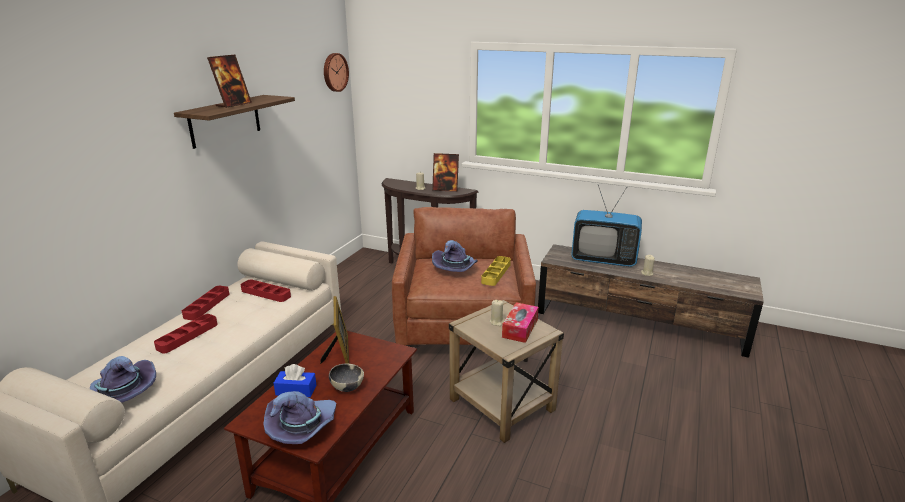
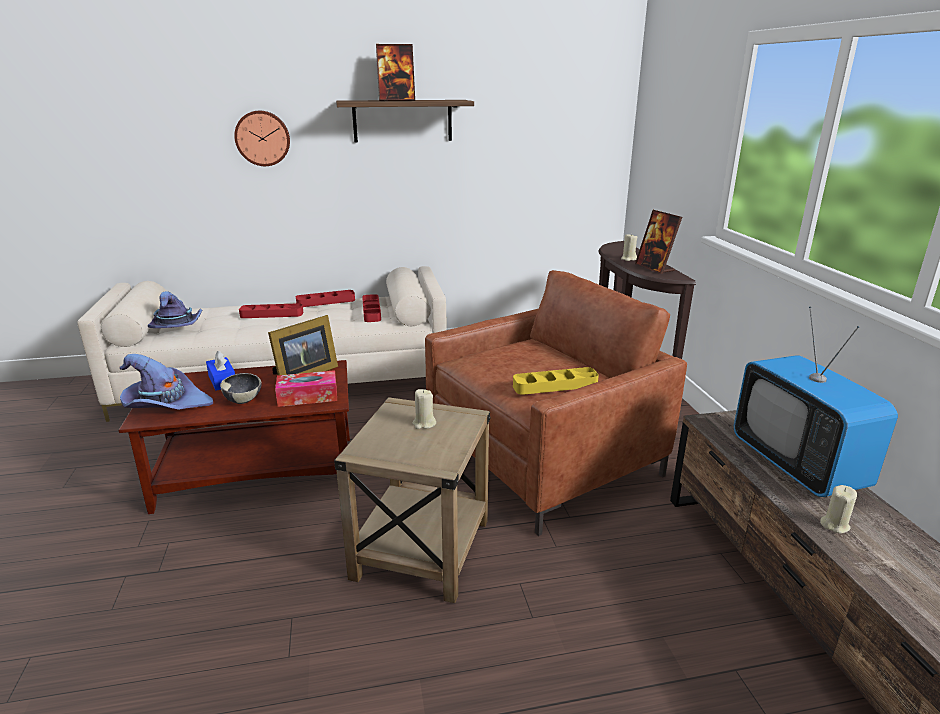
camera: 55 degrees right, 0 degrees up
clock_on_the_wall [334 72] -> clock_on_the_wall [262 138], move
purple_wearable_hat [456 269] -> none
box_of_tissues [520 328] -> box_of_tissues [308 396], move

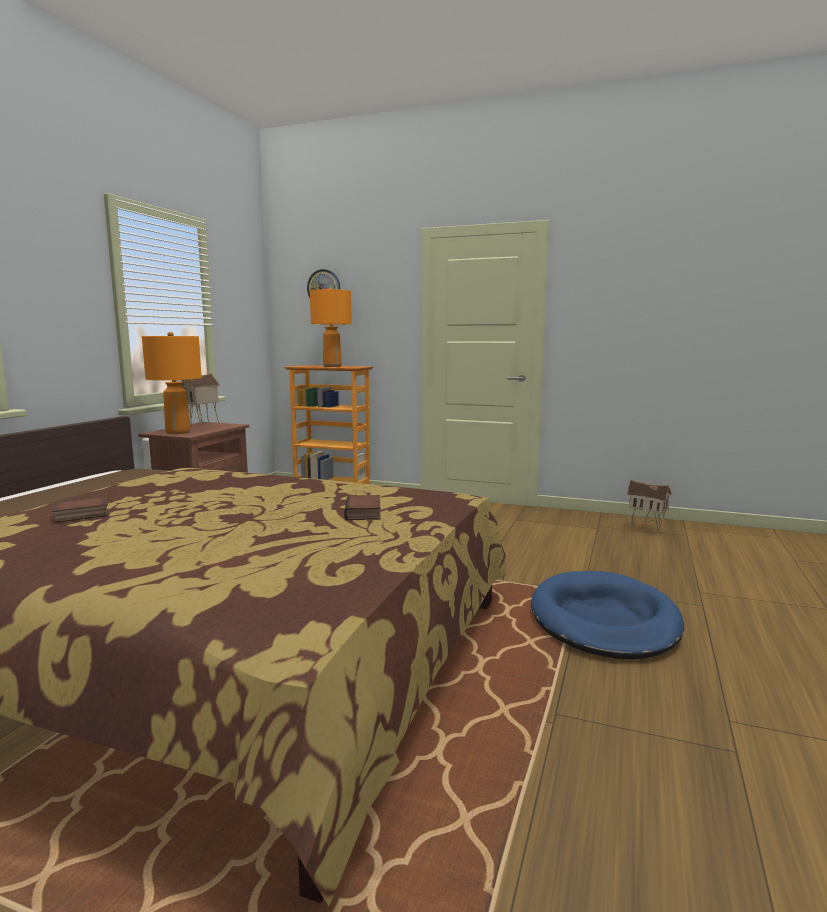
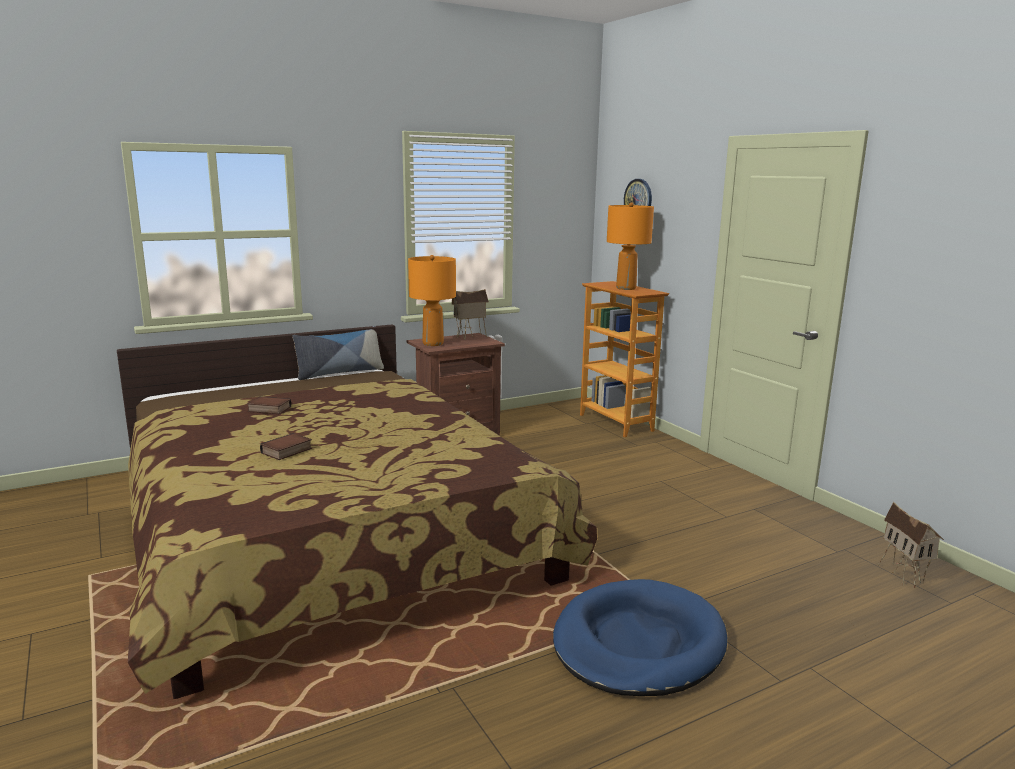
camera: 40 degrees right, 5 degrees up
volume [364 513] -> volume [287 451], move
none -> pillow [339 373]

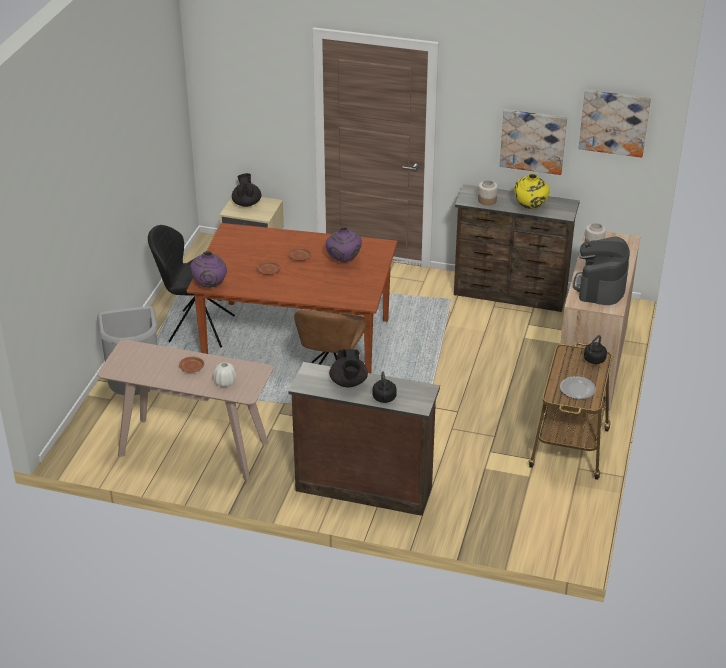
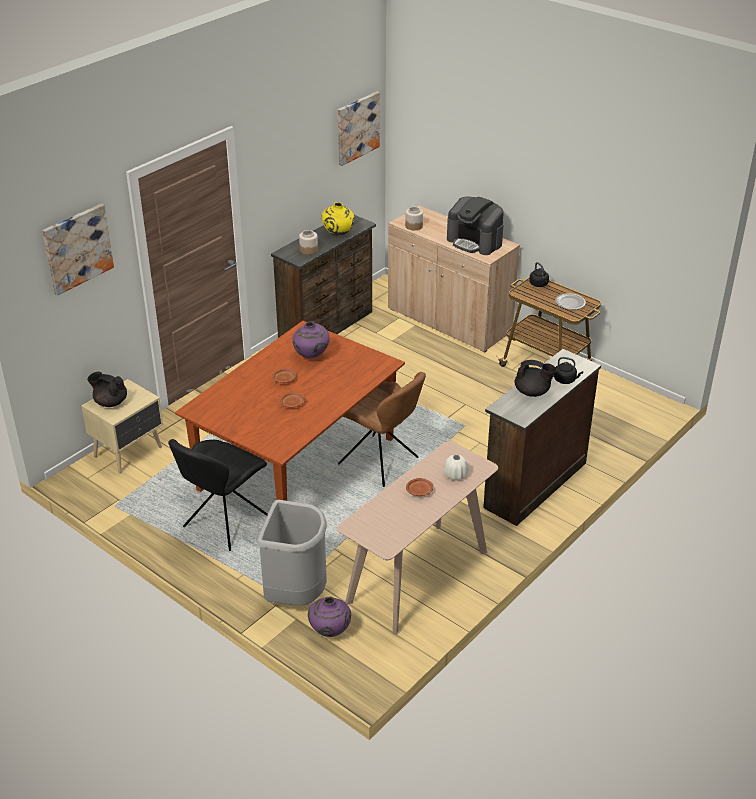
camera: 65 degrees left, 0 degrees up
purple_decorative_vase [209 285] -> purple_decorative_vase [329 632], move
wall_art [533 141] -> wall_art [77 248], move

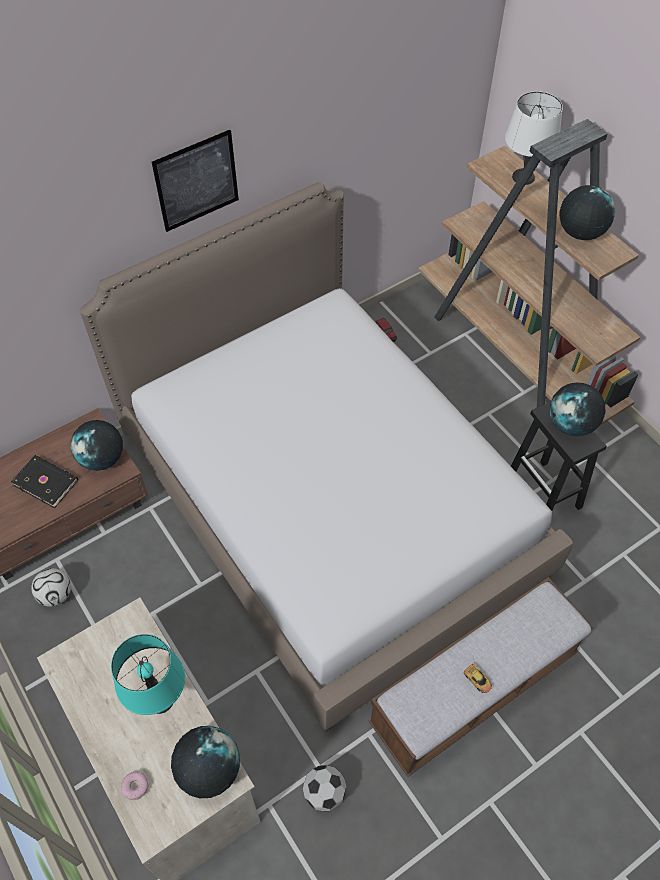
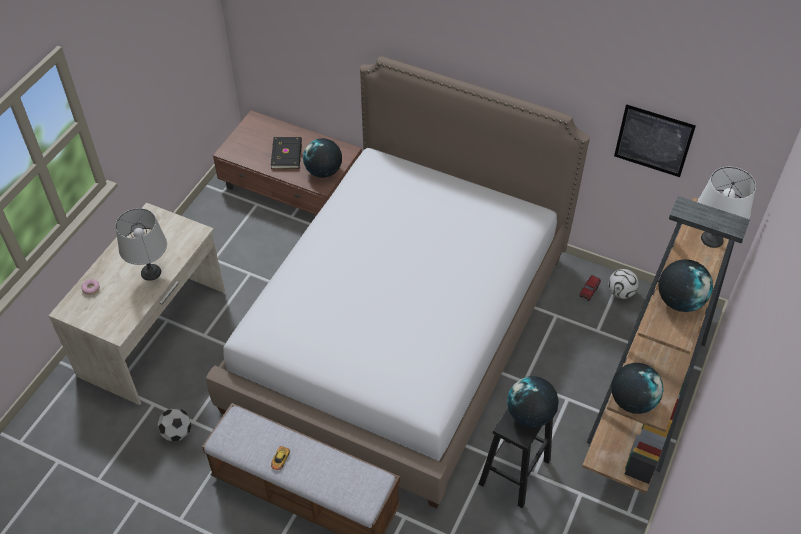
camera: 60 degrees right, 5 degrees down
ball_for_football [56 594] -> ball_for_football [621 292], move
blue-green_table_lamp [160 699] -> grey_table_lamp [150 273]
wall_art [196 181] -> wall_art [653 140], move
world_globe [209 770] -> world_globe [632 401], move

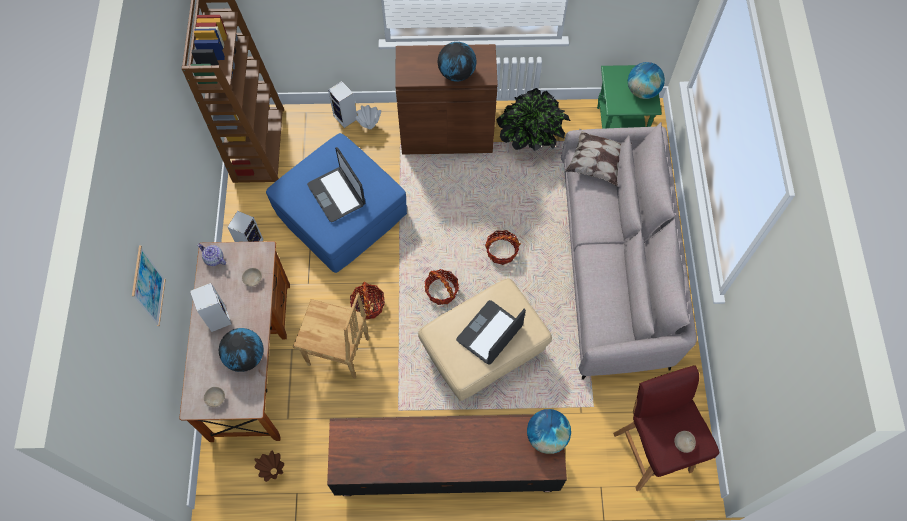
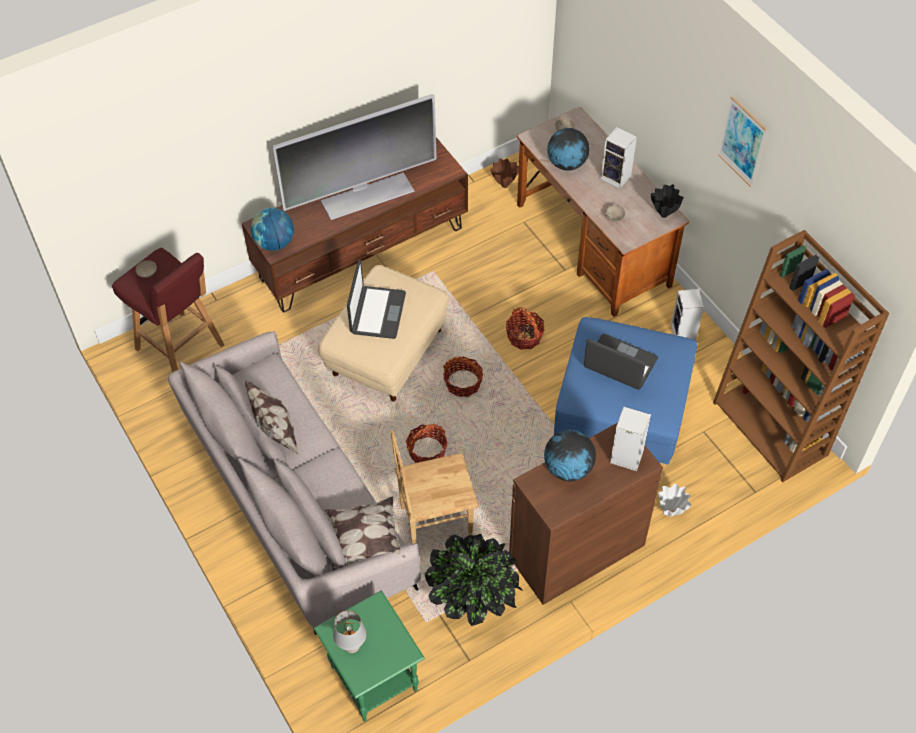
camera: 150 degrees right, 10 degrees down
wall_art [148 287] -> wall_art [742 142], move
pot_for_tea [214 259] -> black-coloured_decorative_vase [663 215]
brownish_plain_chair [338 353] -> brownish_plain_chair [435 522], move
speaker [346 118] -> speaker [625 457], move
world_globe [642 91] -> grey_table_lamp [352 646]
none -> pillow [276 434]
none -> television [366 195]

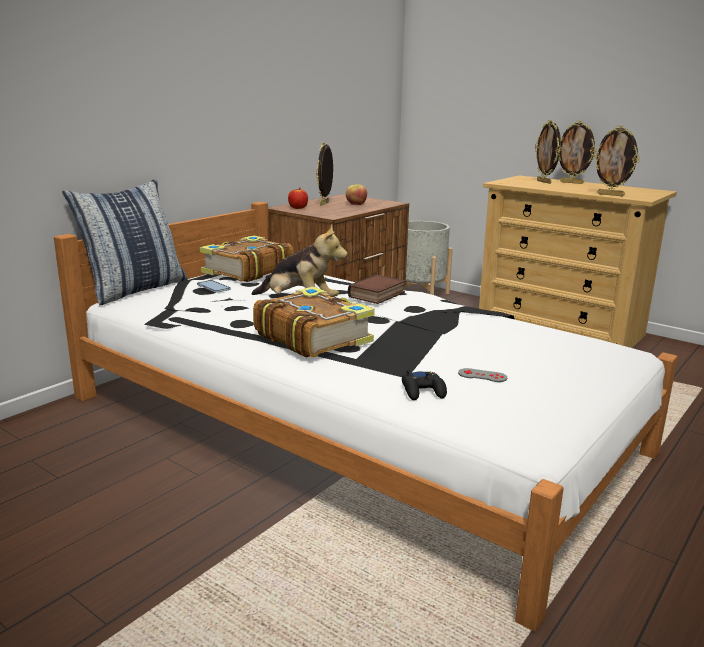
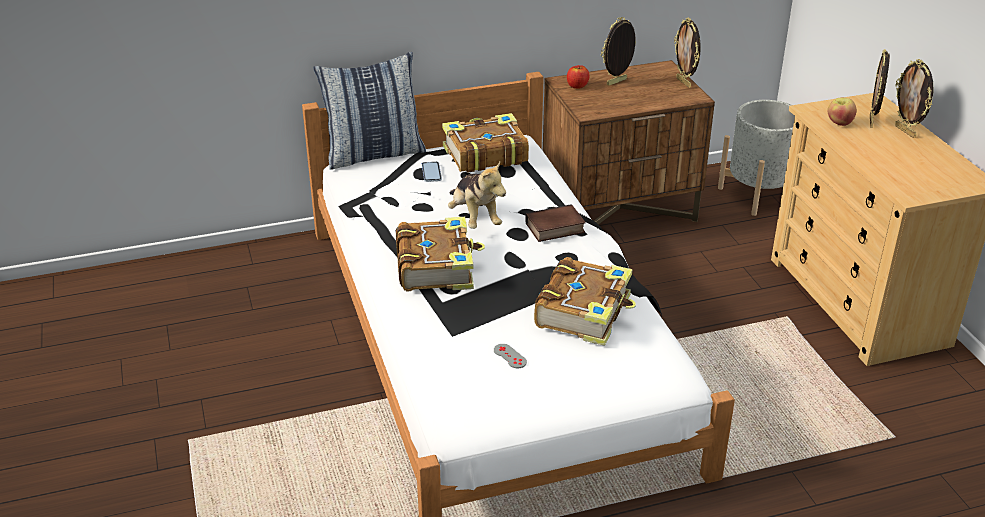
camera: 35 degrees right, 15 degrees up
apple [356 204] -> apple [839 123], move
black-coloured_gamepad [423 391] -> none
standing_frame [611 195] -> standing_frame [684 82], move
none -> volume [585 312]

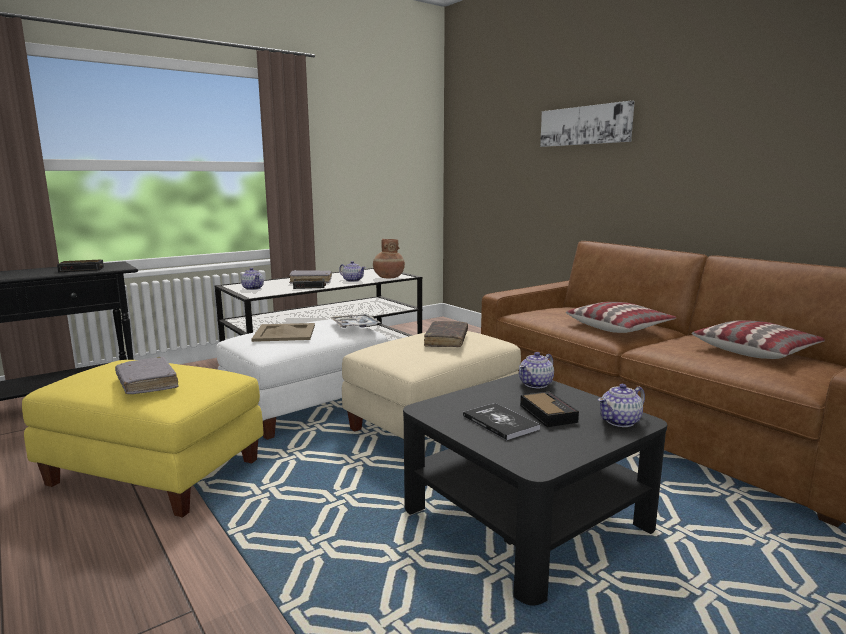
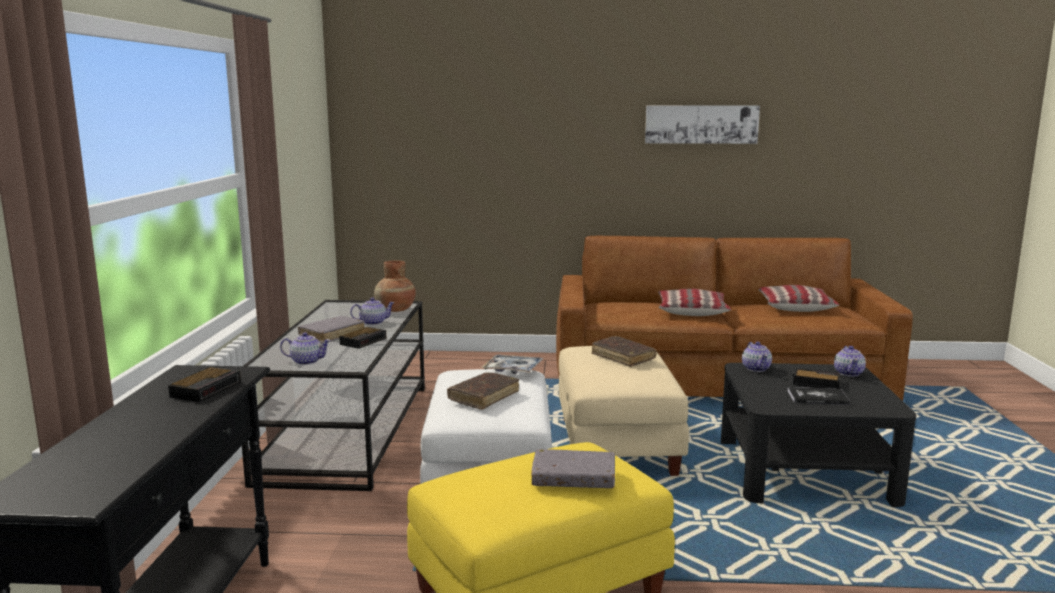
camera: 50 degrees left, 0 degrees up
beige_carrying_tray [284 333] -> brownish_volume [484 397]
wall_art [585 125] -> wall_art [701 124], move

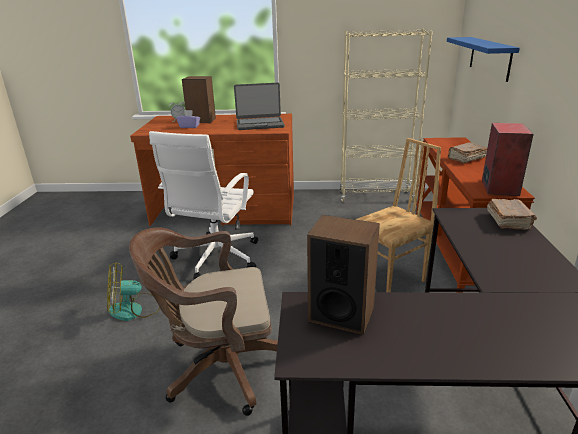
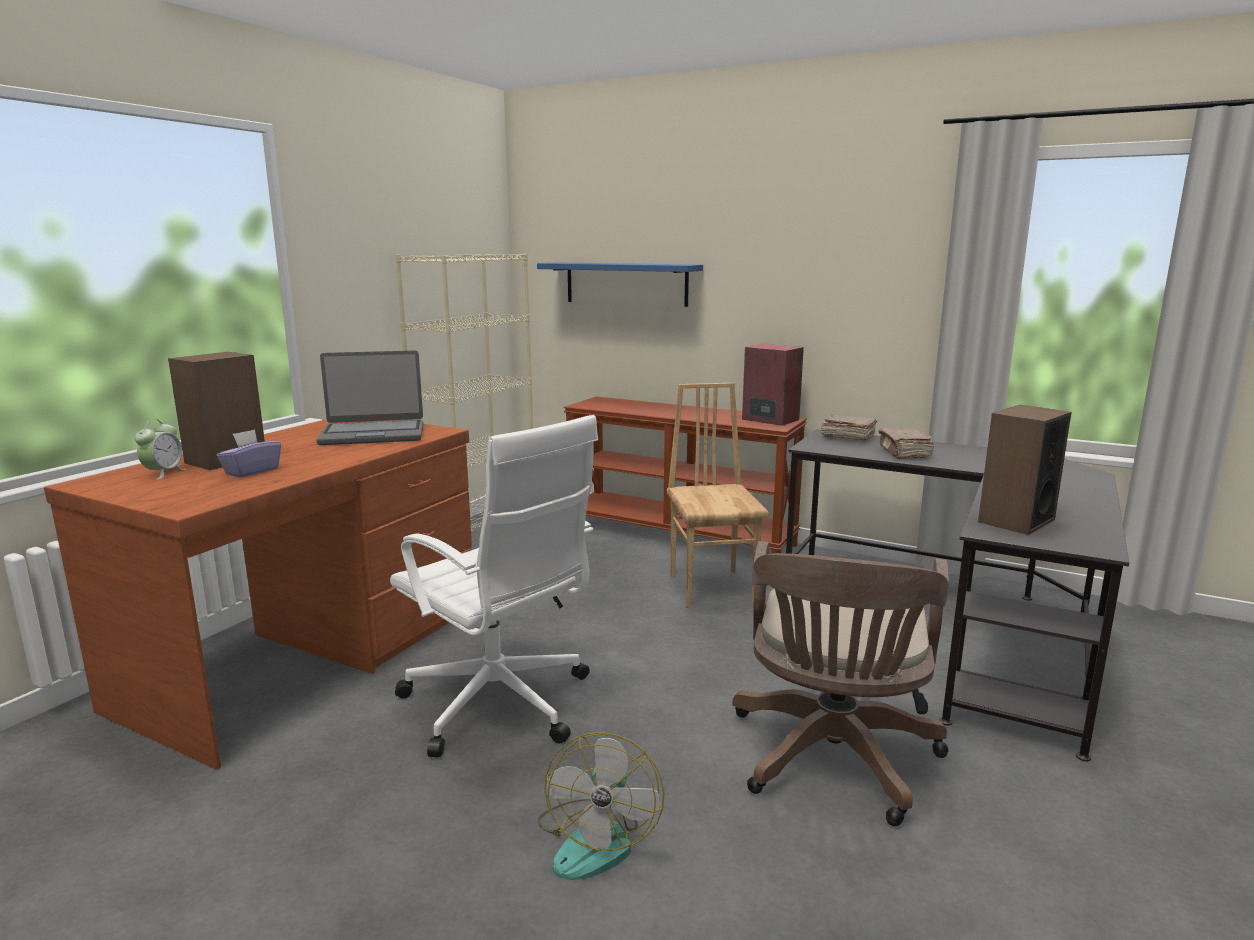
camera: 65 degrees left, 10 degrees down
laptop [260 124] -> laptop [373 434], 60 degrees clockwise
brownish_volume [466 158] -> brownish_volume [904 453], move

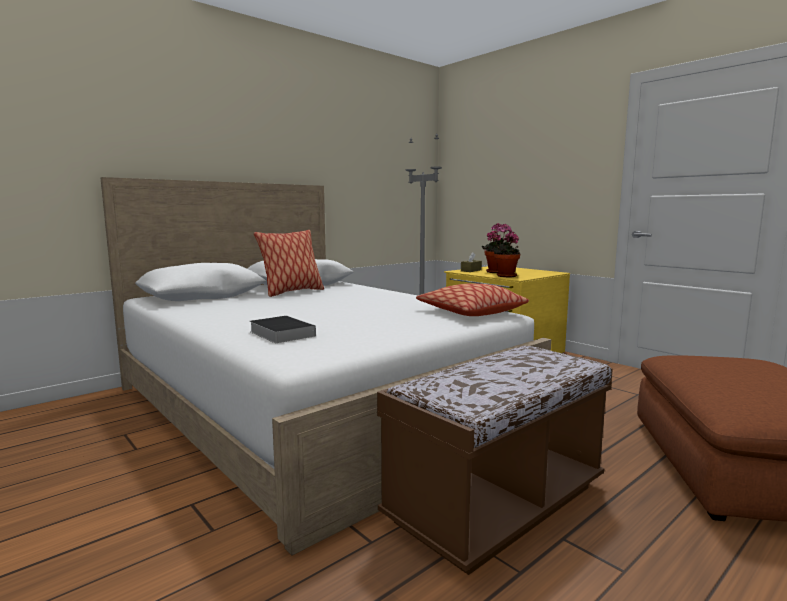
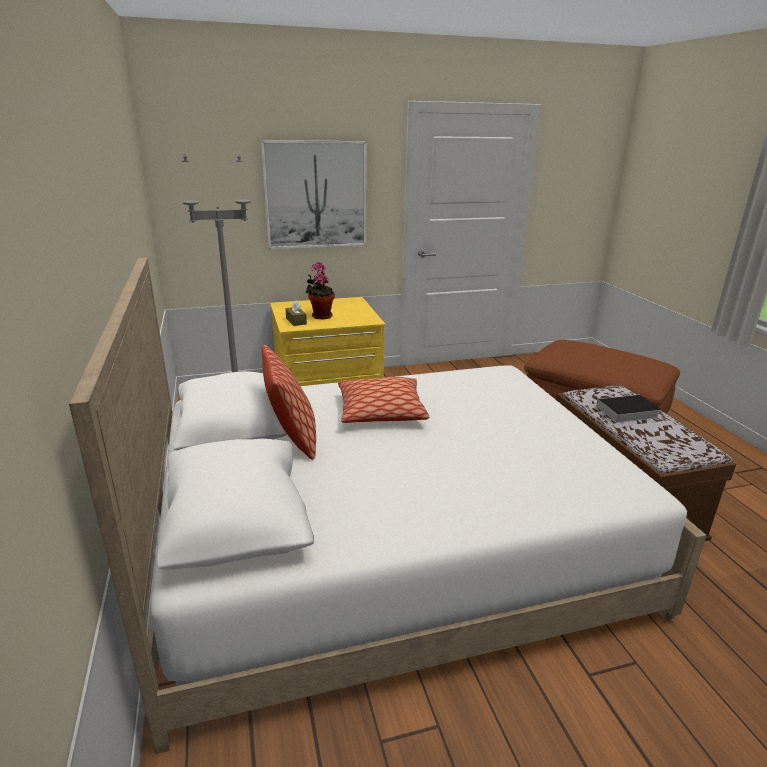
camera: 65 degrees left, 15 degrees up
volume [280 333] -> volume [625 412], move
pillow [470 312] -> pillow [381 411], move
plant_in_a_pot [504 276] -> none
none -> wall_art [316 195]

